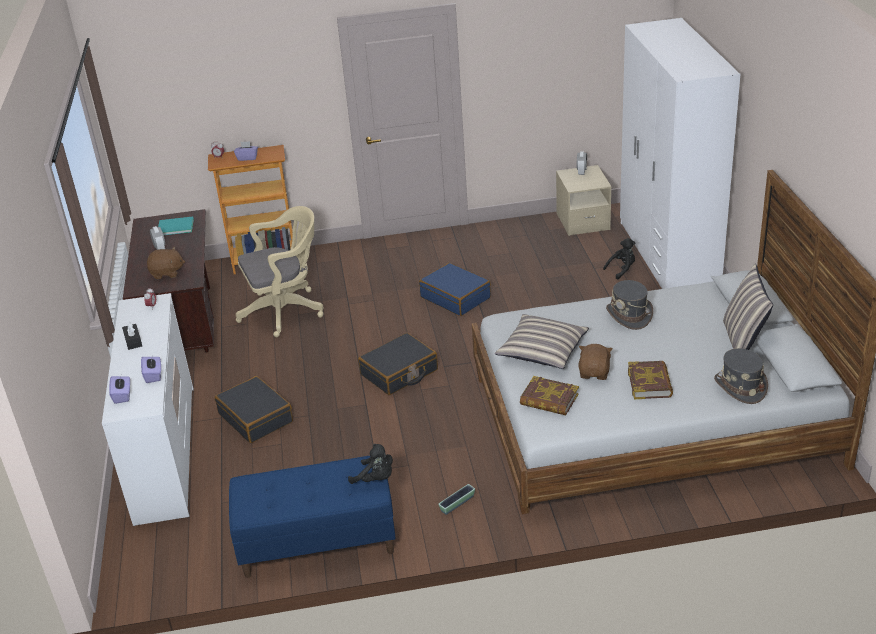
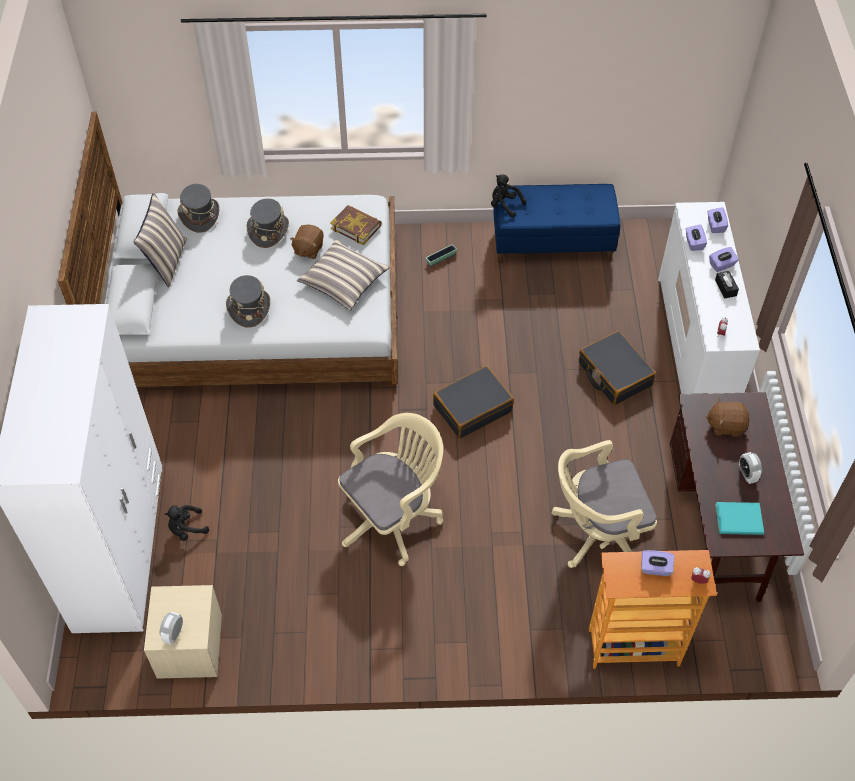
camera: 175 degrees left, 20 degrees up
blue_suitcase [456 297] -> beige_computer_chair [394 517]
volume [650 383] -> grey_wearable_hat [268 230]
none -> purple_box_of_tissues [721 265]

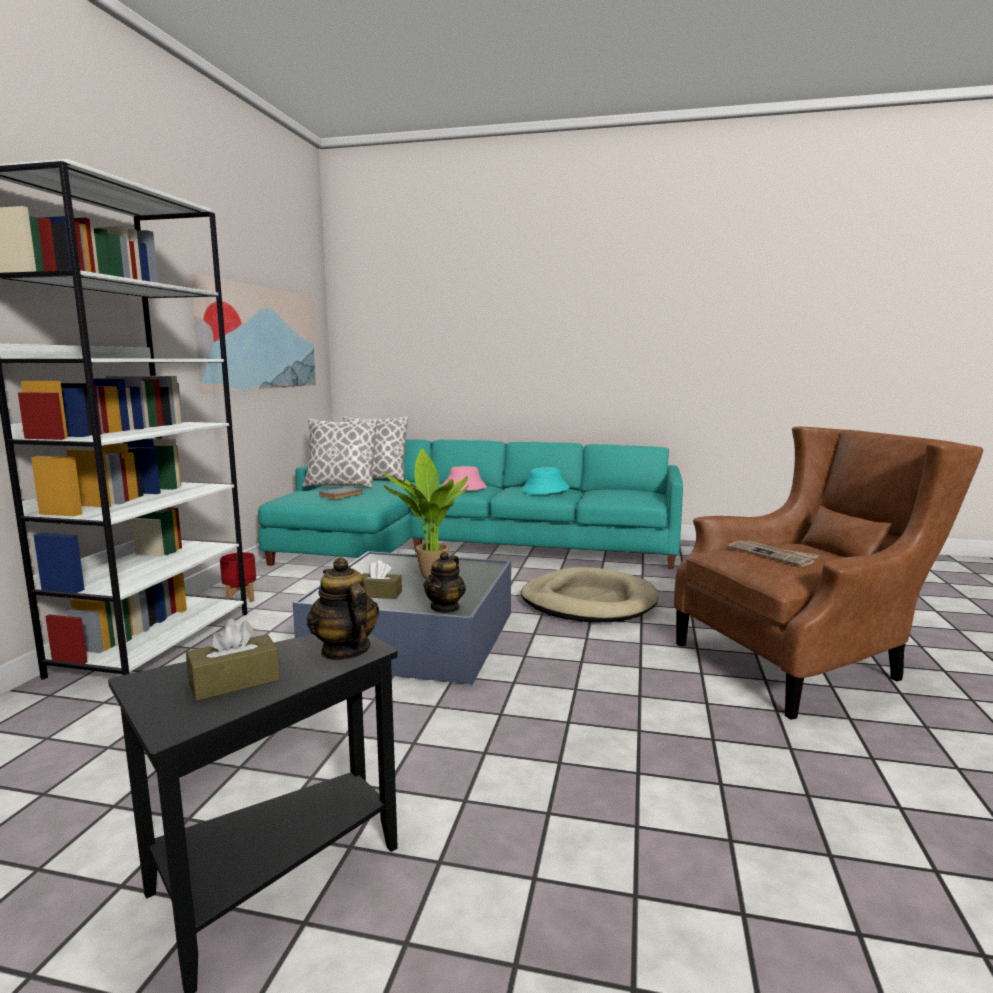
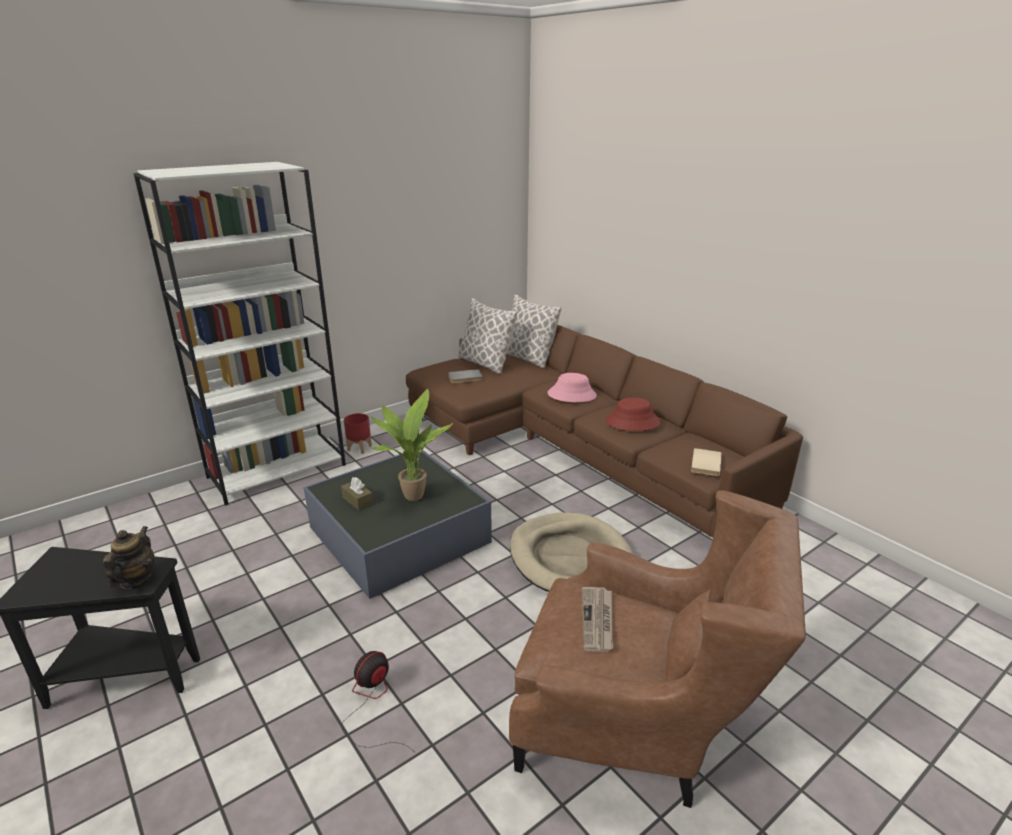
camera: 40 degrees right, 15 degrees up
brownish_box_of_tissues [235 682] -> none
wall_art [260 338] -> none
blue-green_settee [462 547] -> brownish_settee [572 445]
pot_for_tea [445 607] -> none
blue-green_wearable_hat [545 490] -> red-coloured_wearable_hat [633 422]
none -> electric_fan [372 704]
none -> beige_volume [707 464]

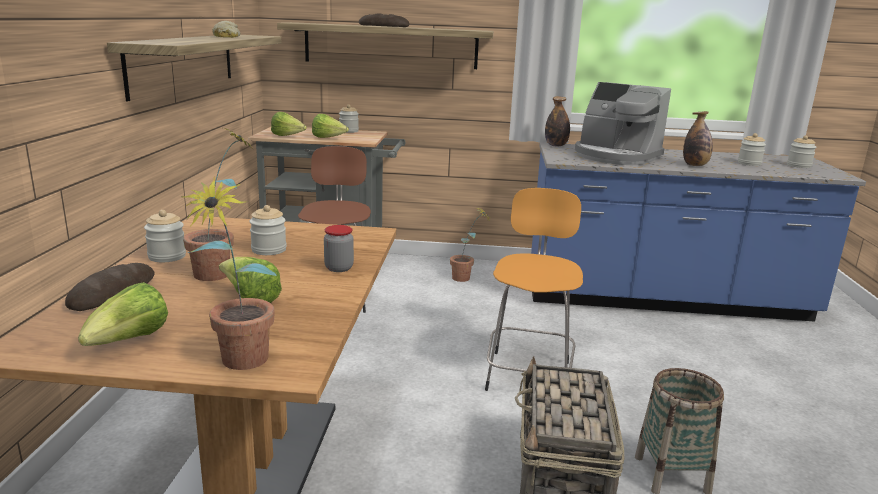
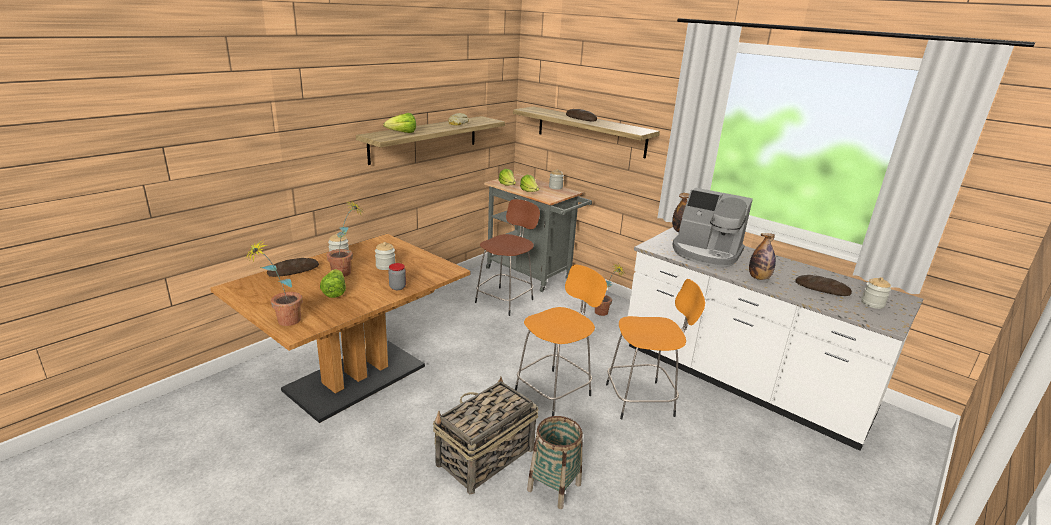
camera: 35 degrees right, 5 degrees up
head_of_lettuce [129 342] -> head_of_lettuce [402 133], move
blue_kitchen_counter [664 298] -> white_kitchen_counter [741 380]
coffee_machine [615 157] -> coffee_machine [706 253], 45 degrees counterclockwise
preserve_jar [749 163] -> bakery_bread [822 288]
none -> orange_stool_seat [642 400]

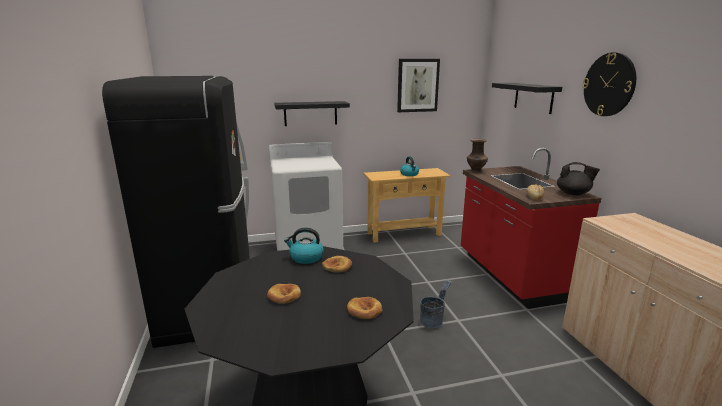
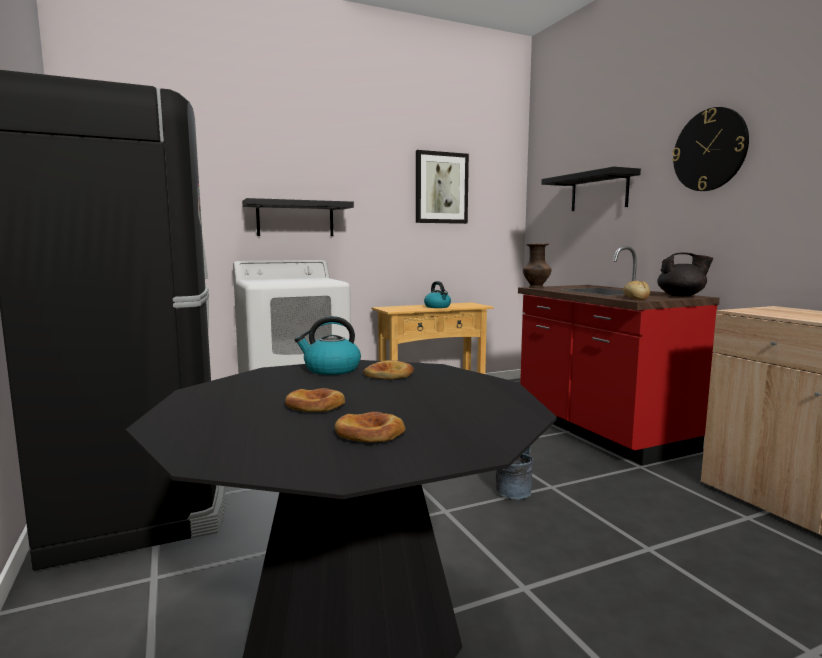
camera: 10 degrees left, 10 degrees down
bakery_bread [364 310] -> bakery_bread [370 433], move

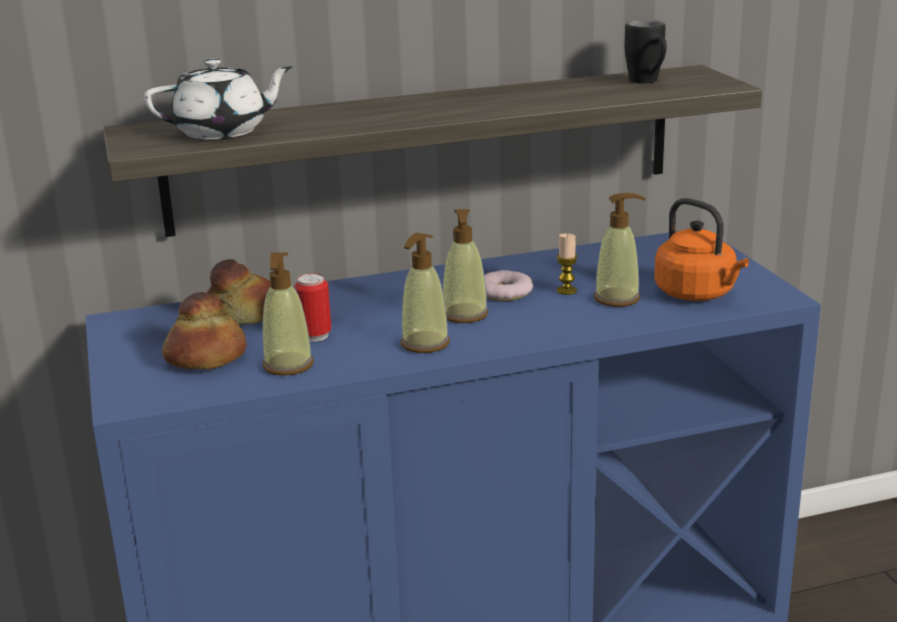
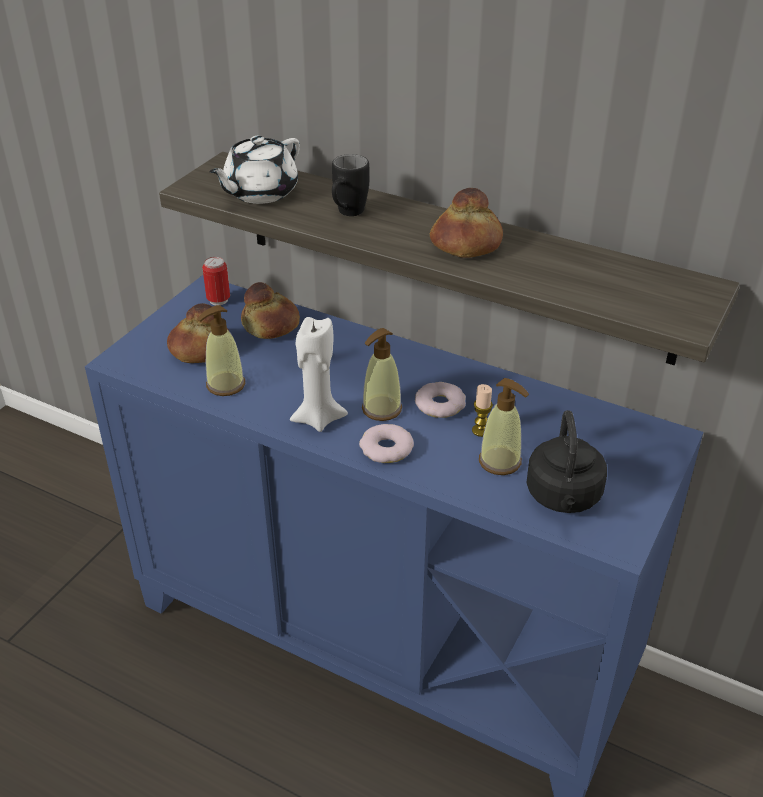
camera: 45 degrees right, 15 degrees up
white_pot_for_tea [222 131] -> white_pot_for_tea [259 193], 105 degrees clockwise
can [315 336] -> can [218 300], move
soap_bottle [424 343] -> white_wax_light [318 418]
black-coloured_mug [648 82] -> black-coloured_mug [347 214], move
orange_tea_kettle [698 294] -> black-coloured_tea_kettle [563 497]
none -> doughnut [386 448]
none -> bakery_bread [465 244]

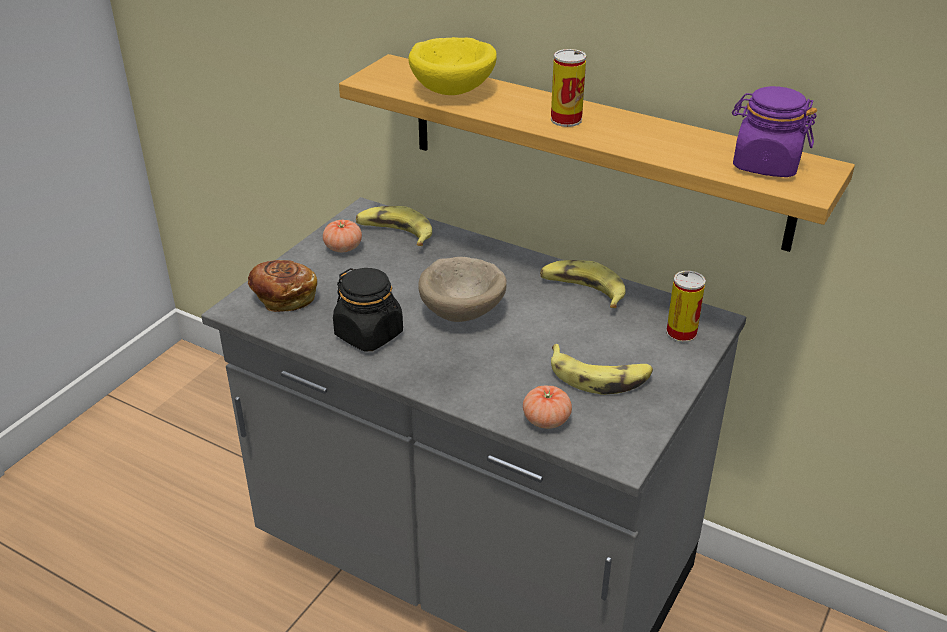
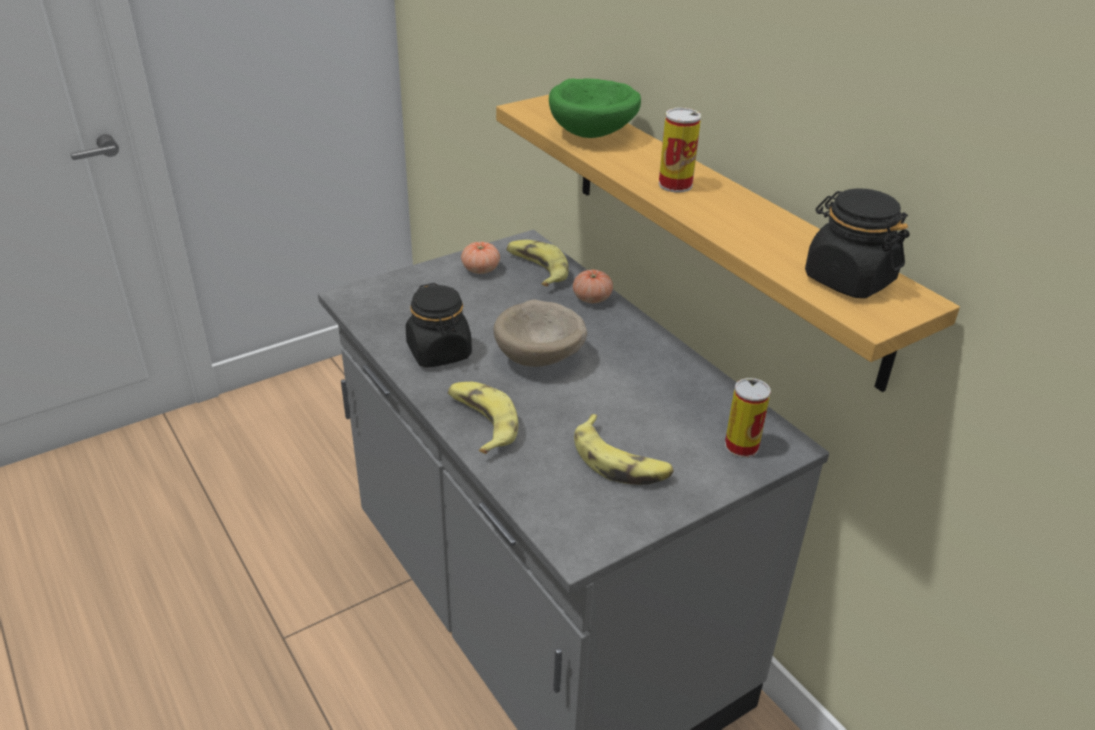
camera: 25 degrees right, 0 degrees up
bakery_bread [283 297] -> none
yellow_bowl [454 89] -> greenish_bowl [594 133]
tomato [546 420] -> tomato [592 298], move
whole_banana [582 291] -> whole_banana [481 423], move
purple_preserve_jar [765 164] -> black-coloured_preserve_jar [848 279]

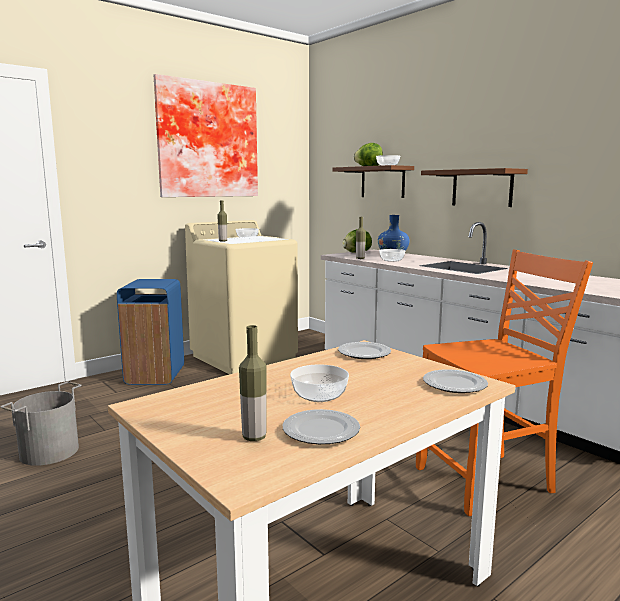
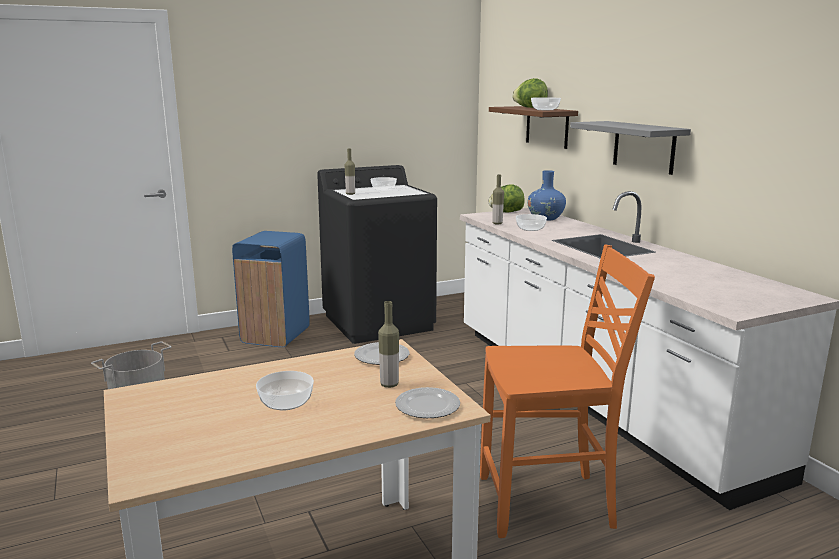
camera: 15 degrees right, 5 degrees up
wall_art [207 140] -> none
beige_laundry_machine [244 357] -> black-coloured_laundry_machine [379 322]
drink_bottle [254 437] -> drink_bottle [389 385], move
flat_dish [320 431] -> none
brownish_bracket_shelf [482 188] -> grey_bracket_shelf [643 147]

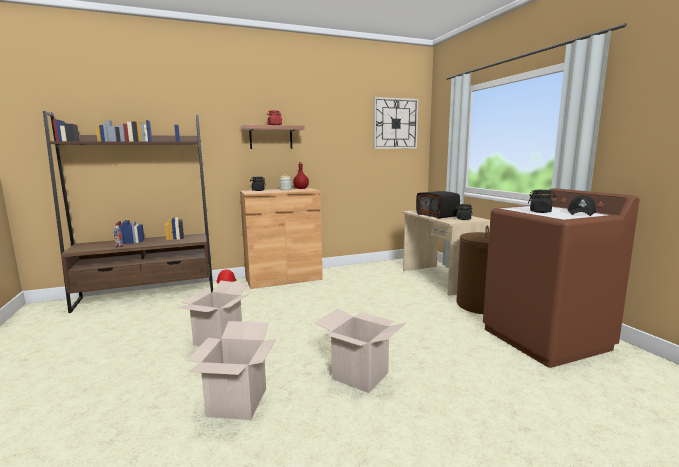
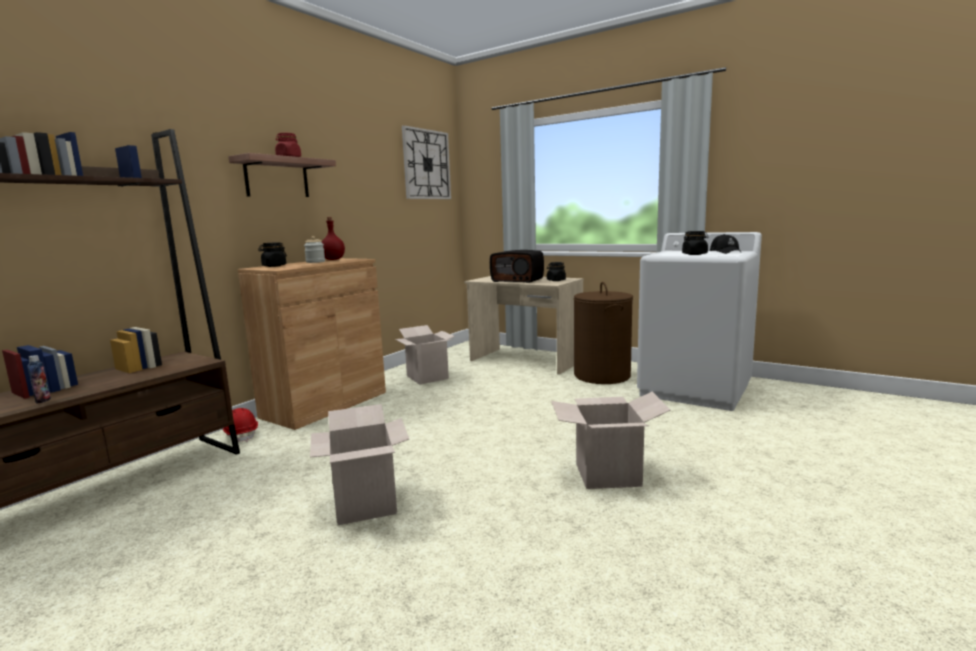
camera: 35 degrees left, 0 degrees up
carton [237 402] -> carton [427 377], move
brownish_laundry_machine [545 339] -> white_laundry_machine [695 389]

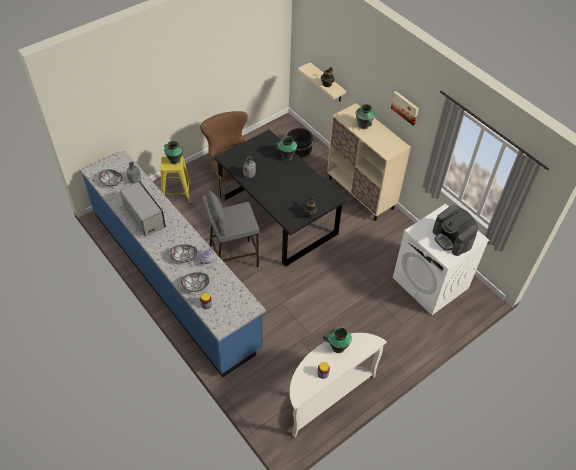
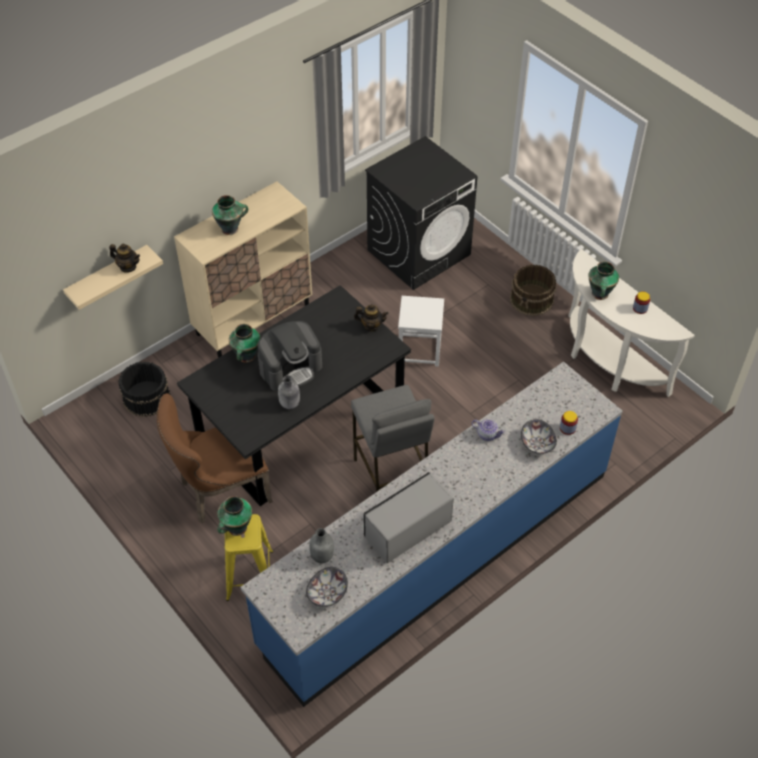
camera: 90 degrees left, 0 degrees up
bowl [184 257] -> none
wall_art [405 107] -> none
white_laundry_machine [430 283] -> black-coloured_laundry_machine [419 252]
coffee_machine [452 239] -> coffee_machine [290 368], move
none -> white_stool_seat [420 349]
none -> brownish_bucket [532 299]

